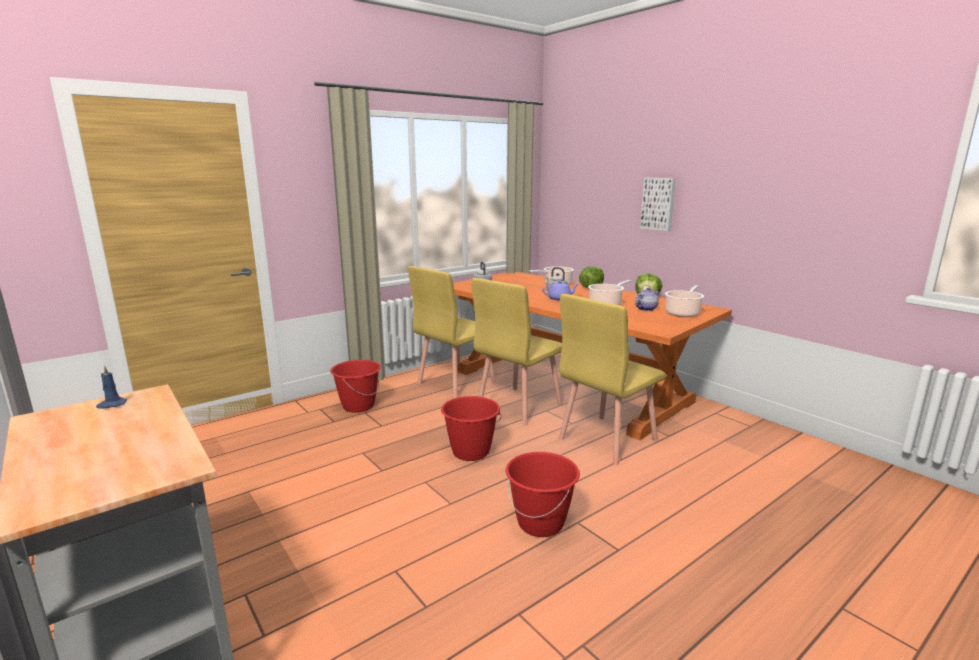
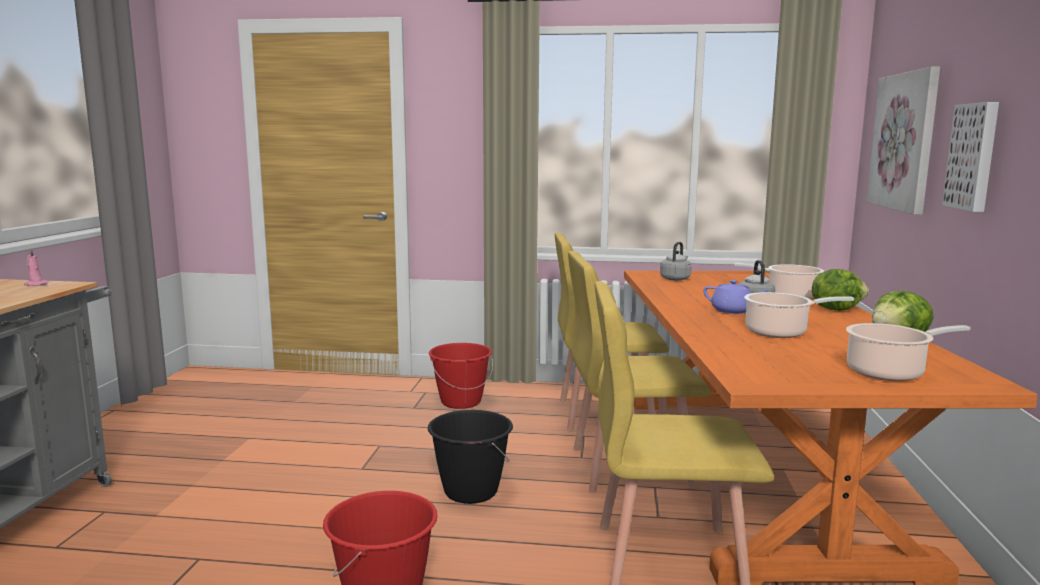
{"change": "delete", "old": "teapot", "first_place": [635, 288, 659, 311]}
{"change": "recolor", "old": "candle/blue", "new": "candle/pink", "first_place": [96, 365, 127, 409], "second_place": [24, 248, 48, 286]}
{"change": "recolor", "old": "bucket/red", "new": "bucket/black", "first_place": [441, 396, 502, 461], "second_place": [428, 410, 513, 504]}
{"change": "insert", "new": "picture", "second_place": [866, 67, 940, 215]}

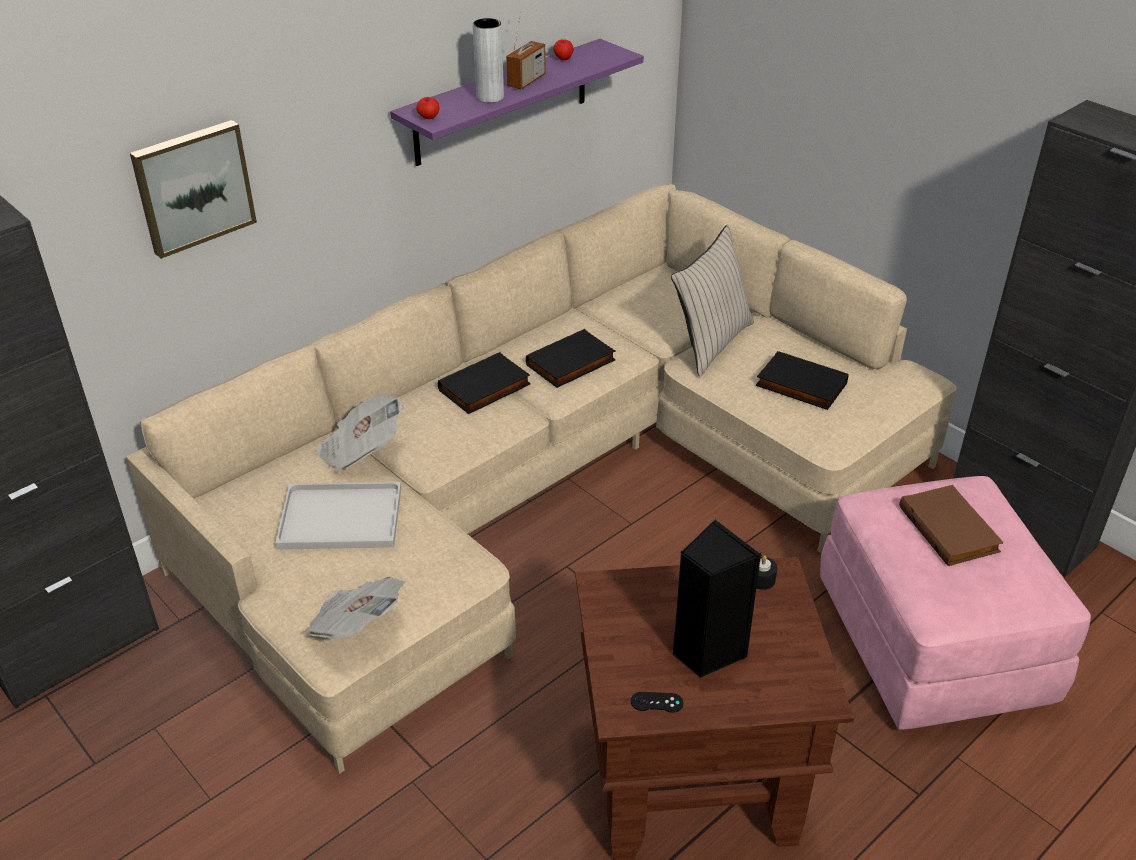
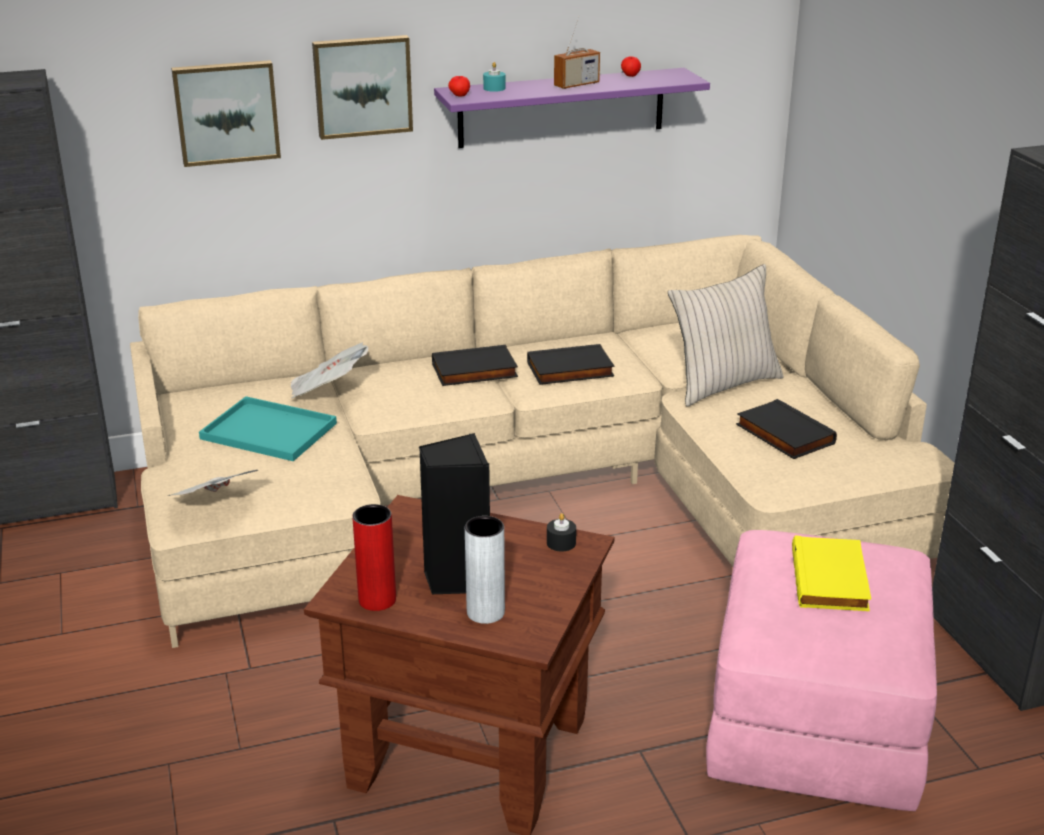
{"change": "move", "old": "vase/grey", "first_place": [473, 18, 504, 103], "second_place": [465, 516, 505, 624]}
{"change": "recolor", "old": "tray/white", "new": "tray/turquoise", "first_place": [275, 482, 401, 550], "second_place": [199, 396, 337, 461]}
{"change": "recolor", "old": "book/brown", "new": "book/yellow", "first_place": [899, 485, 1003, 566], "second_place": [792, 535, 871, 611]}
{"change": "replace", "old": "game controller/black", "new": "vase/red", "first_place": [631, 692, 683, 713], "second_place": [352, 504, 396, 611]}
{"change": "insert", "new": "picture", "second_place": [312, 35, 413, 140]}
{"change": "insert", "new": "candle/turquoise", "second_place": [483, 62, 505, 92]}

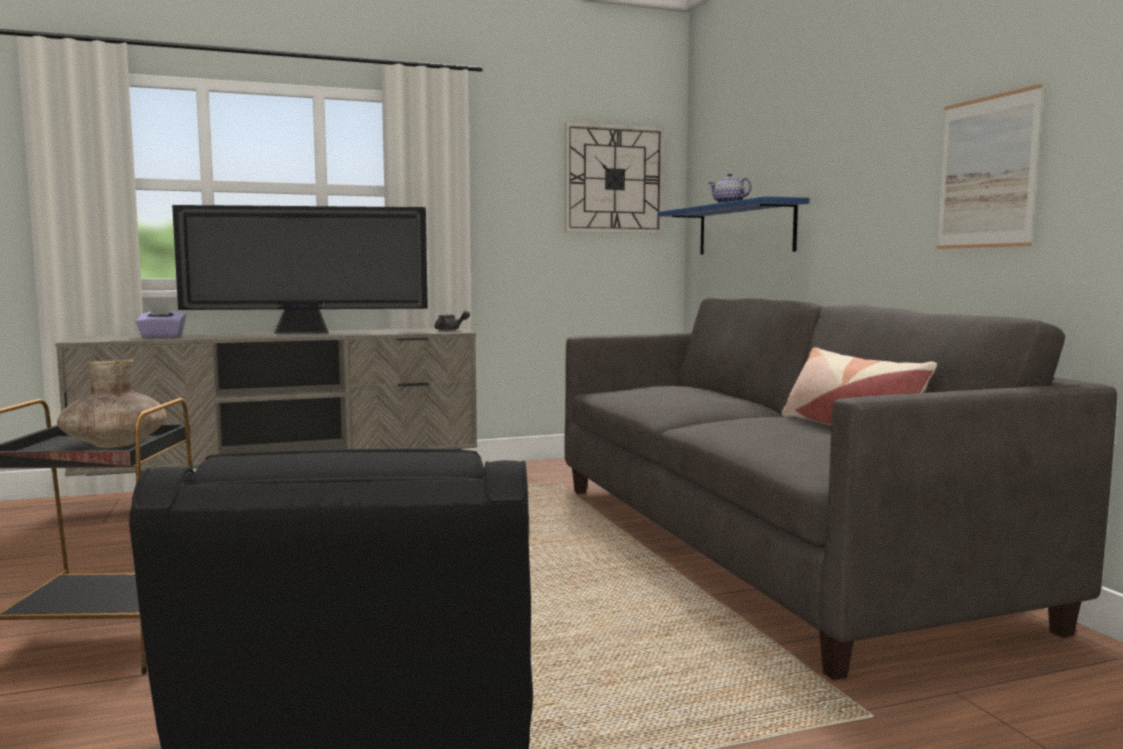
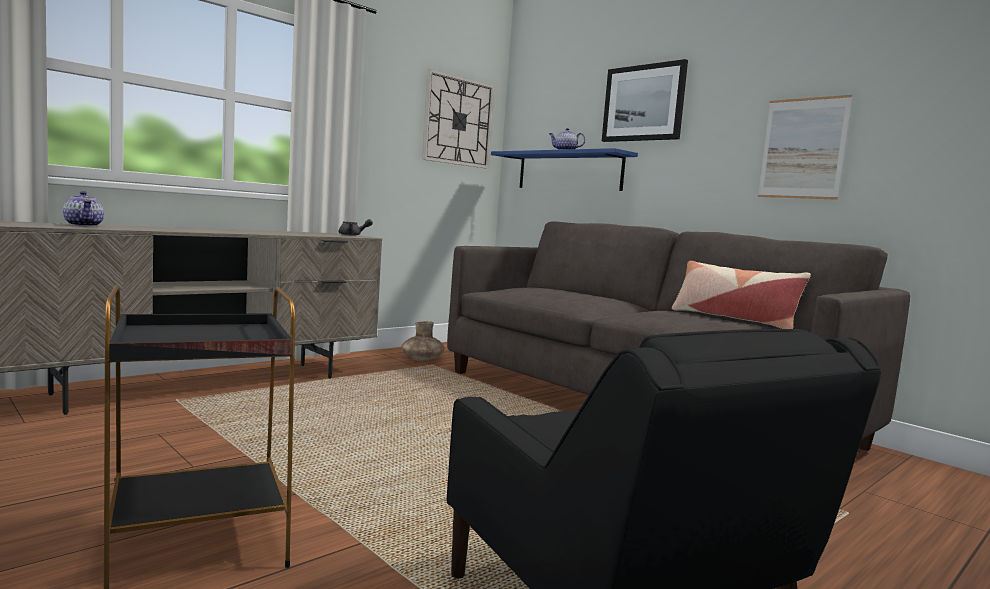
{"change": "delete", "old": "television", "first_place": [172, 205, 428, 334]}
{"change": "replace", "old": "tissue box/purple", "new": "teapot", "first_place": [136, 304, 186, 338], "second_place": [63, 191, 104, 227]}
{"change": "move", "old": "vase/brown", "first_place": [57, 360, 166, 448], "second_place": [401, 321, 445, 361]}
{"change": "insert", "new": "picture", "second_place": [602, 59, 688, 142]}

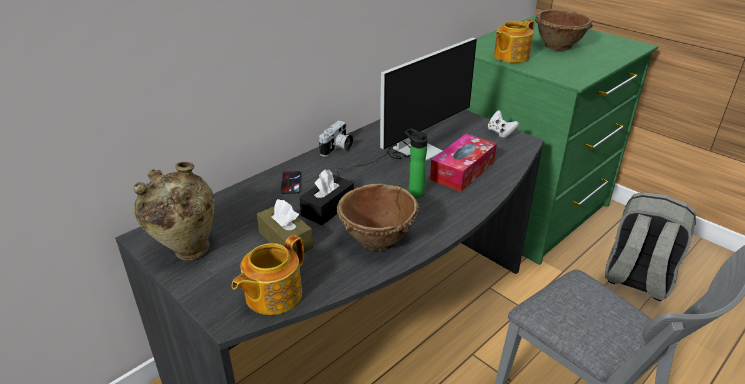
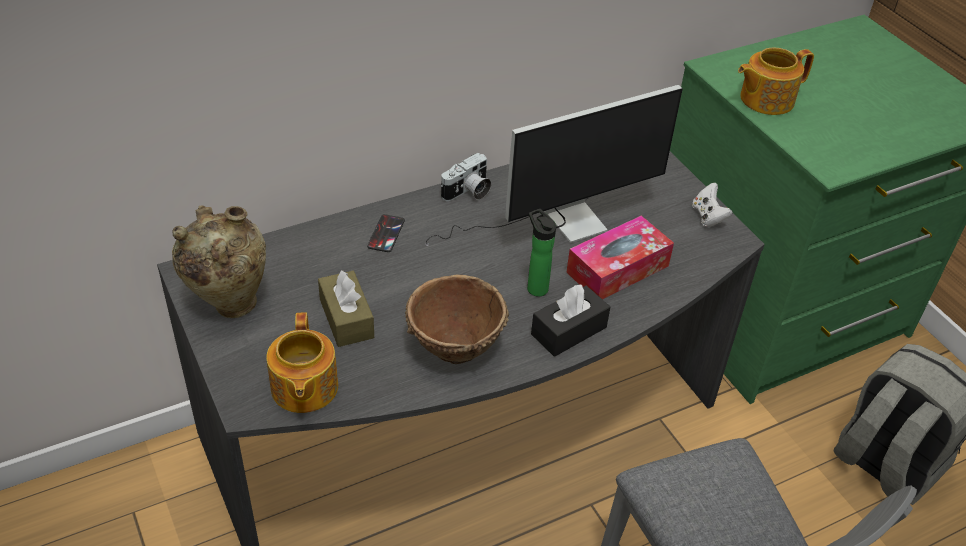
{"change": "delete", "old": "bowl/brown", "first_place": [535, 9, 593, 51]}
{"change": "move", "old": "tissue box/black", "first_place": [299, 170, 354, 225], "second_place": [531, 285, 610, 357]}
{"change": "rotate", "old": "teapot", "first_place": [232, 235, 304, 315], "second_place": [266, 312, 338, 413], "degrees": -60}

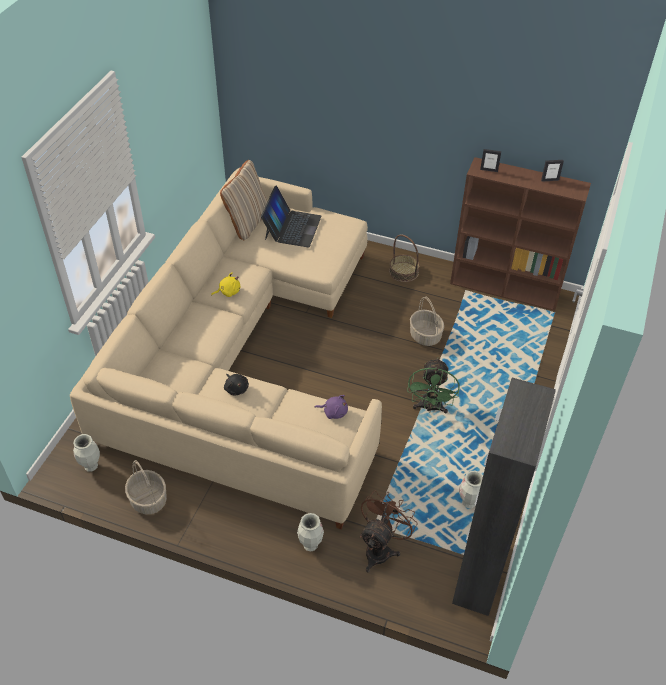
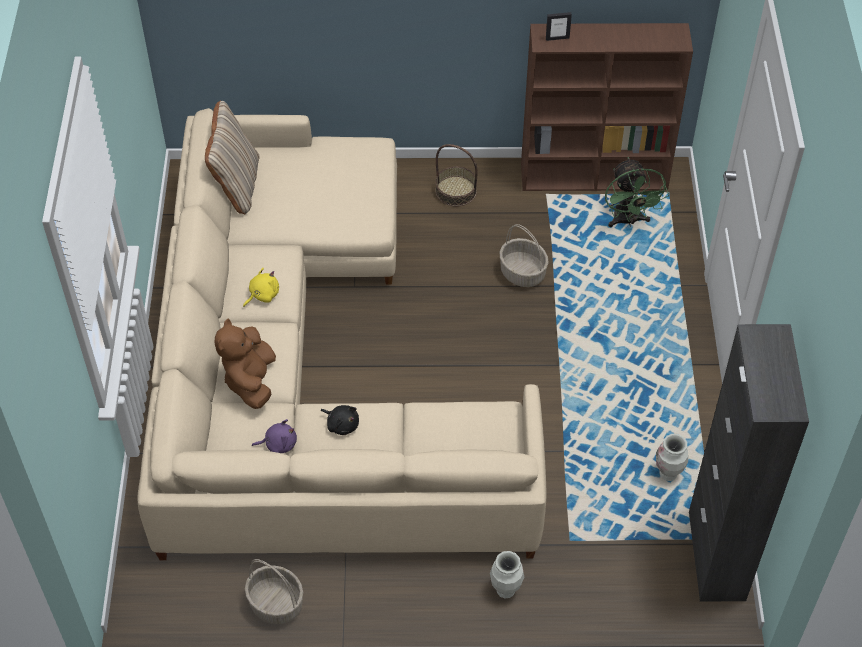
{"change": "delete", "old": "picture frame", "first_place": [541, 160, 564, 182]}
{"change": "delete", "old": "laptop", "first_place": [261, 185, 322, 248]}
{"change": "move", "old": "fan/green", "first_place": [407, 358, 460, 414], "second_place": [605, 157, 669, 227]}
{"change": "move", "old": "plush toy/purple", "first_place": [315, 395, 348, 419], "second_place": [252, 419, 297, 453]}
{"change": "delete", "old": "vase", "first_place": [73, 434, 100, 472]}
{"change": "delete", "old": "fan/brown", "first_place": [360, 490, 418, 572]}
{"change": "insert", "new": "plush toy/brown", "second_place": [214, 318, 276, 409]}

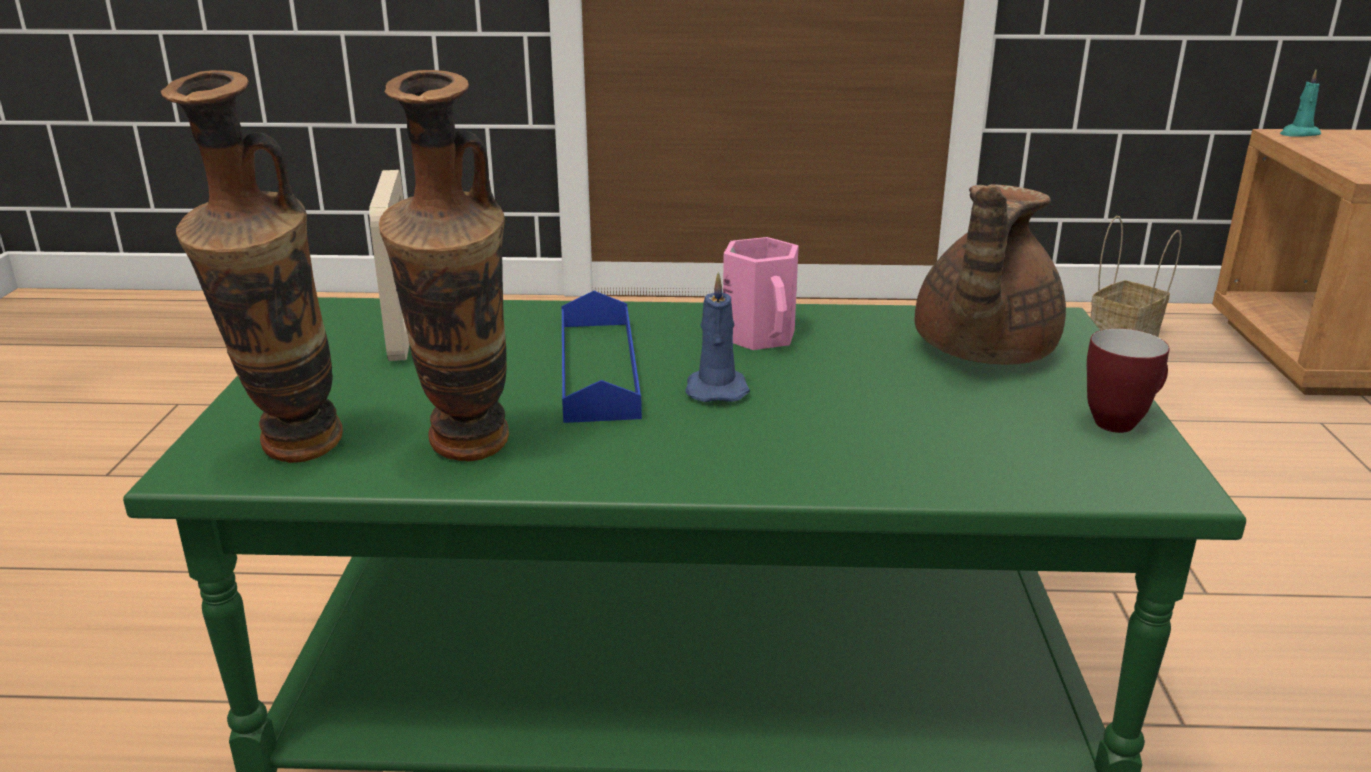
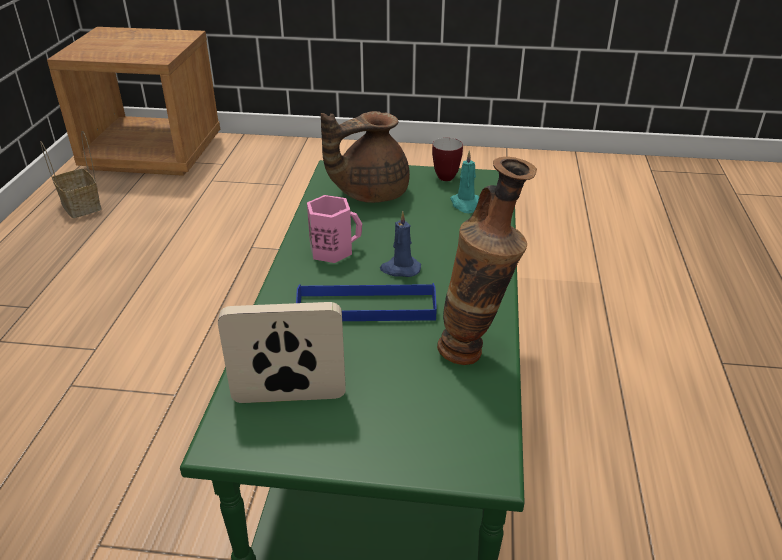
{"change": "delete", "old": "vase", "first_place": [161, 70, 343, 463]}
{"change": "move", "old": "candle/turquoise", "first_place": [1280, 70, 1321, 136], "second_place": [450, 150, 479, 213]}
{"change": "rotate", "old": "teapot/brown", "first_place": [915, 184, 1066, 365], "second_place": [321, 111, 410, 203], "degrees": 120}

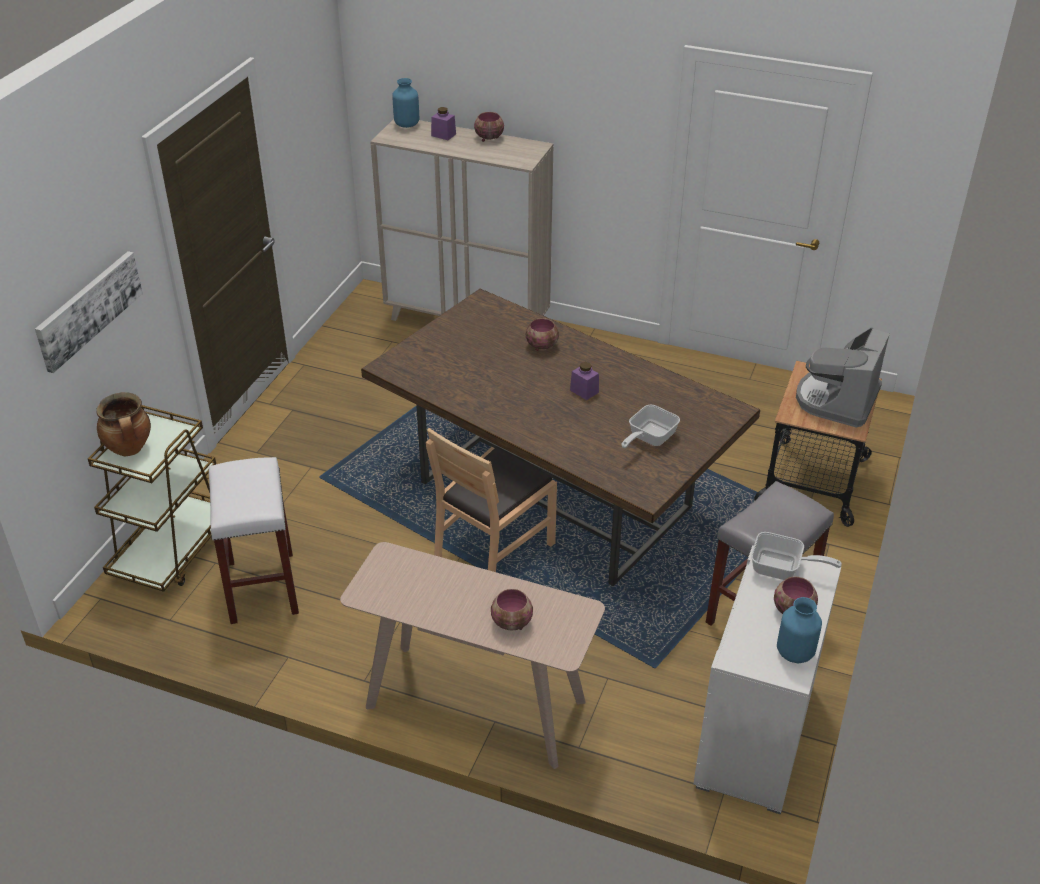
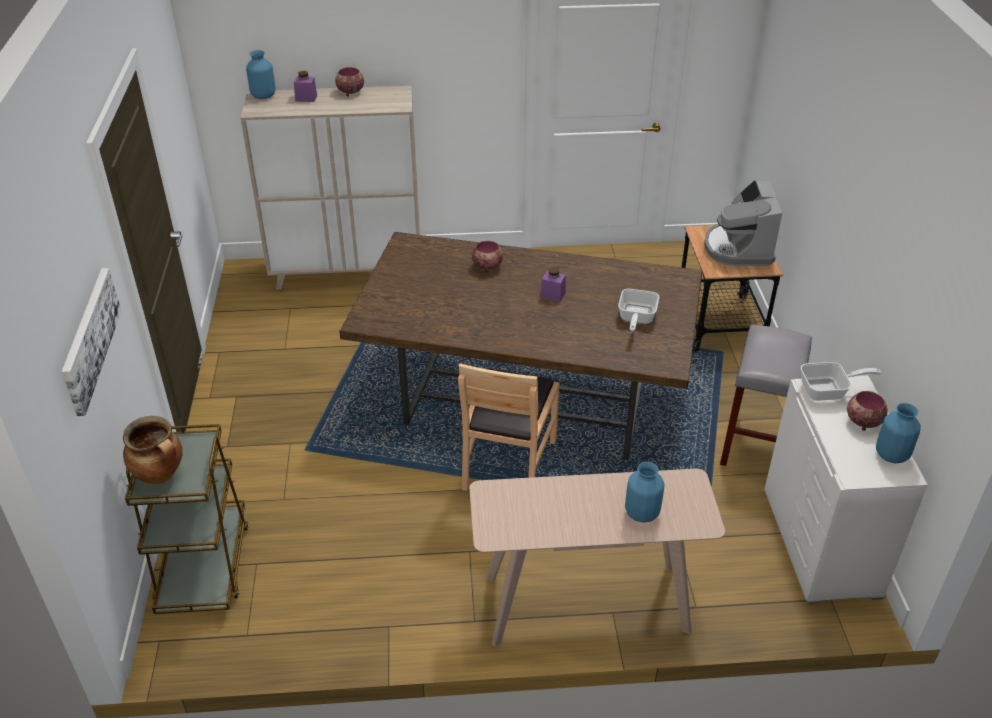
{"change": "delete", "old": "stool/white", "first_place": [209, 457, 299, 624]}
{"change": "replace", "old": "bowl", "new": "vase/blue", "first_place": [491, 589, 533, 631], "second_place": [625, 462, 664, 523]}

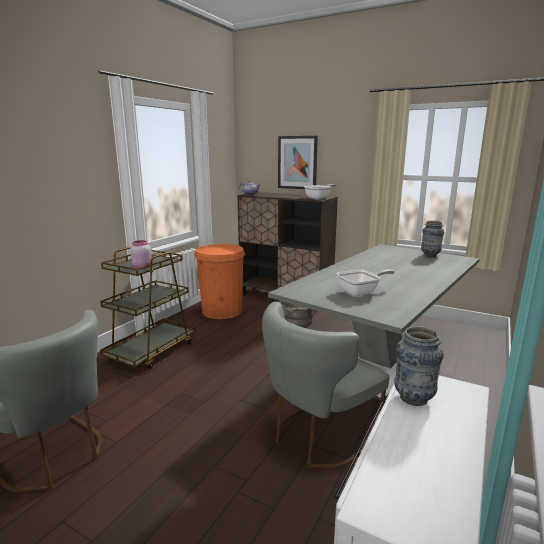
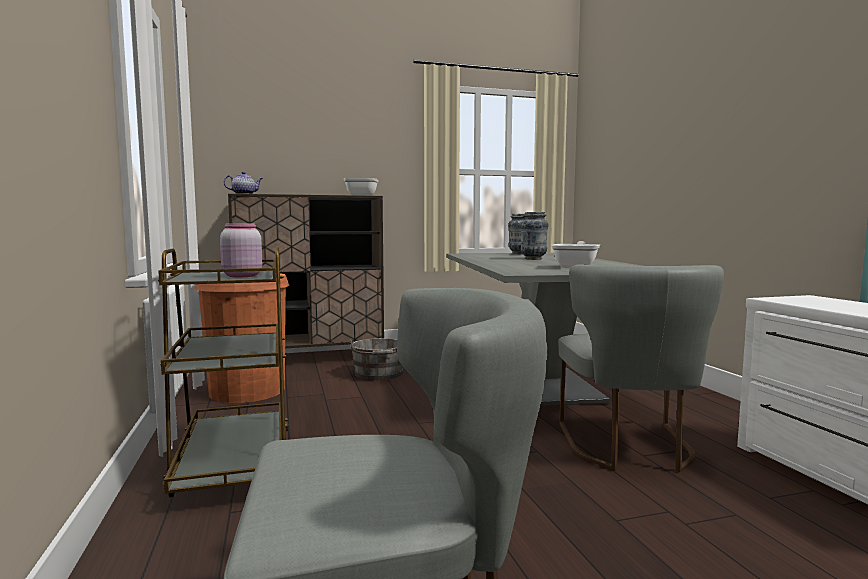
{"change": "delete", "old": "picture", "first_place": [278, 136, 318, 189]}
{"change": "move", "old": "vase", "first_place": [394, 326, 444, 406], "second_place": [520, 212, 549, 260]}

